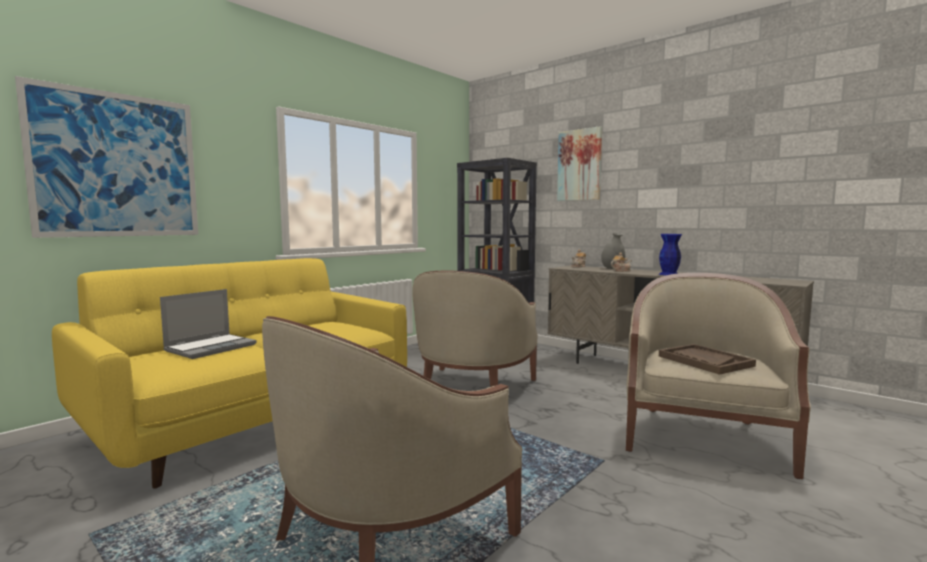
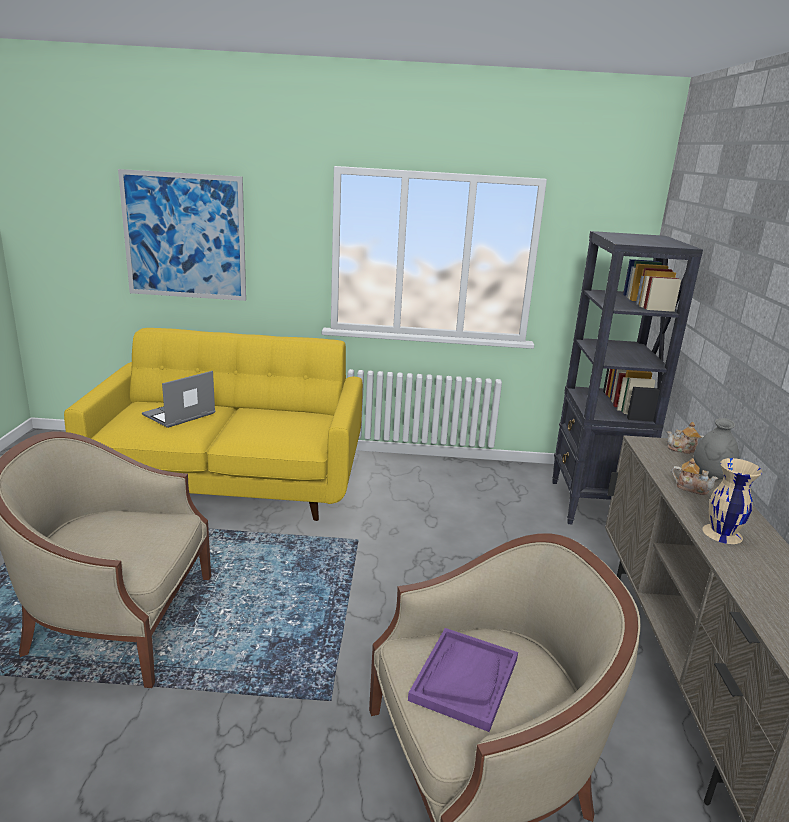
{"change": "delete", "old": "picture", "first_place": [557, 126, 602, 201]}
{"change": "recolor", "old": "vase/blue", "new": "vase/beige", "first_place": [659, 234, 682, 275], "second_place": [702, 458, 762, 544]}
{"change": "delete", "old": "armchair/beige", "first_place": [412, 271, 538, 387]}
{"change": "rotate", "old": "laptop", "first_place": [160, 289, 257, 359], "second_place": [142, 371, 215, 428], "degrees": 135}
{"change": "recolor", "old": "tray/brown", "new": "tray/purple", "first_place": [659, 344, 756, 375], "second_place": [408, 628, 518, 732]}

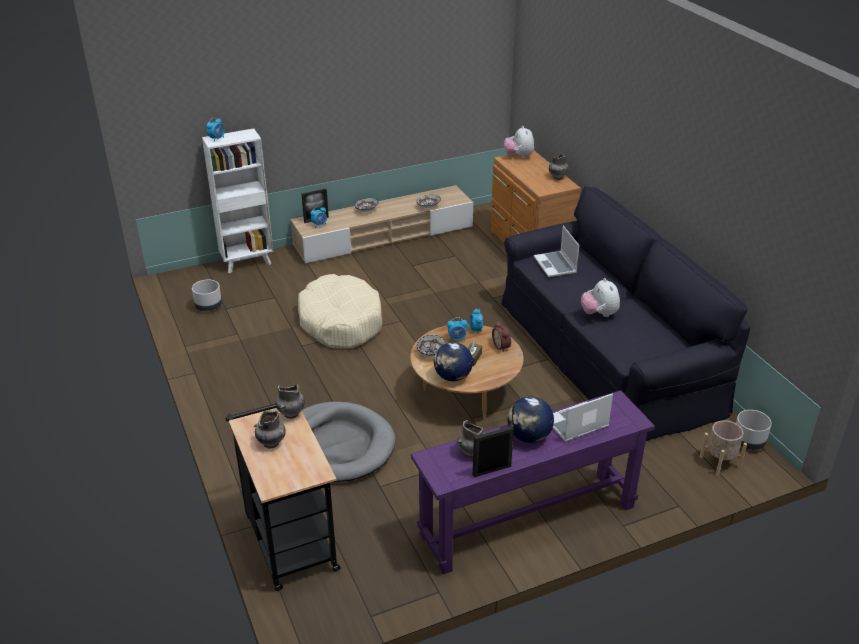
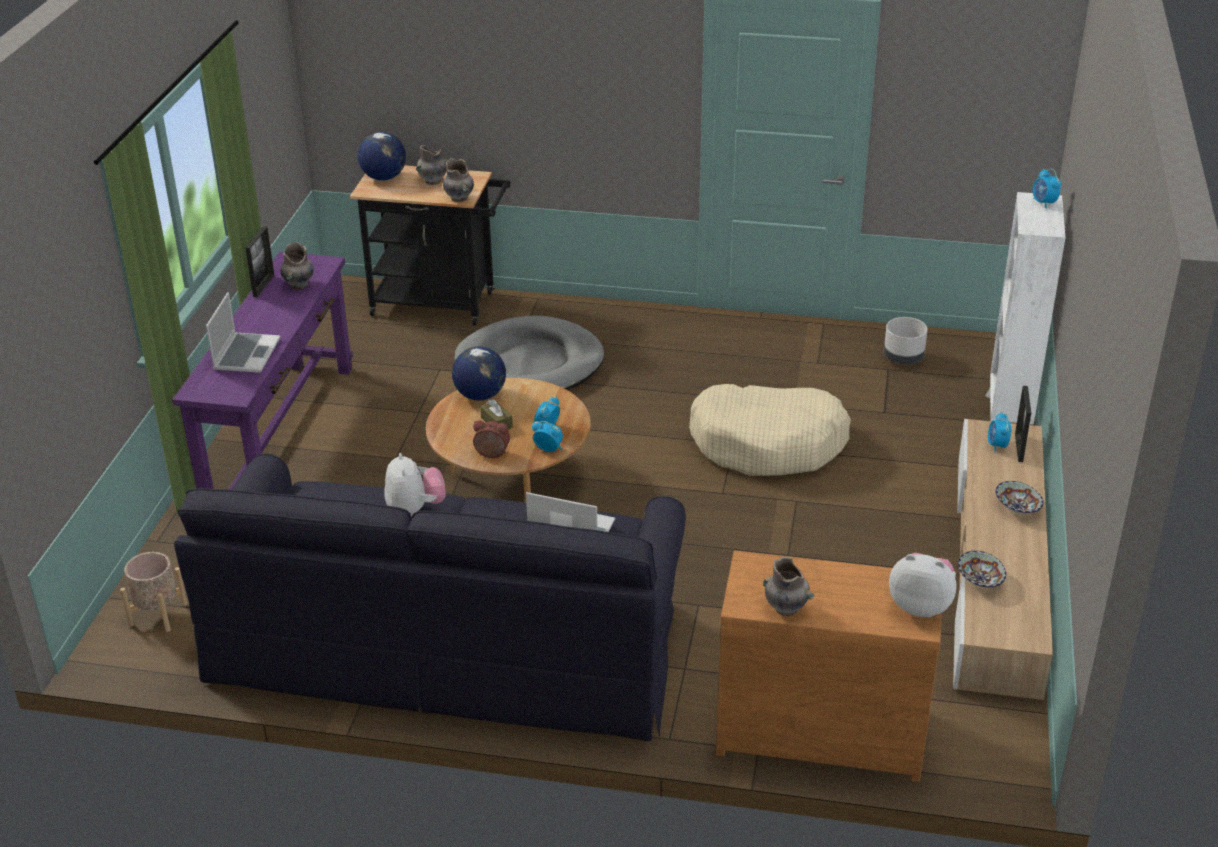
{"change": "rotate", "old": "plush toy", "first_place": [581, 278, 620, 317], "second_place": [384, 453, 446, 516], "degrees": 60}
{"change": "delete", "old": "bowl", "first_place": [417, 335, 445, 356]}
{"change": "move", "old": "globe", "first_place": [508, 396, 554, 443], "second_place": [358, 132, 406, 181]}
{"change": "delete", "old": "planter/grey", "first_place": [736, 410, 772, 450]}

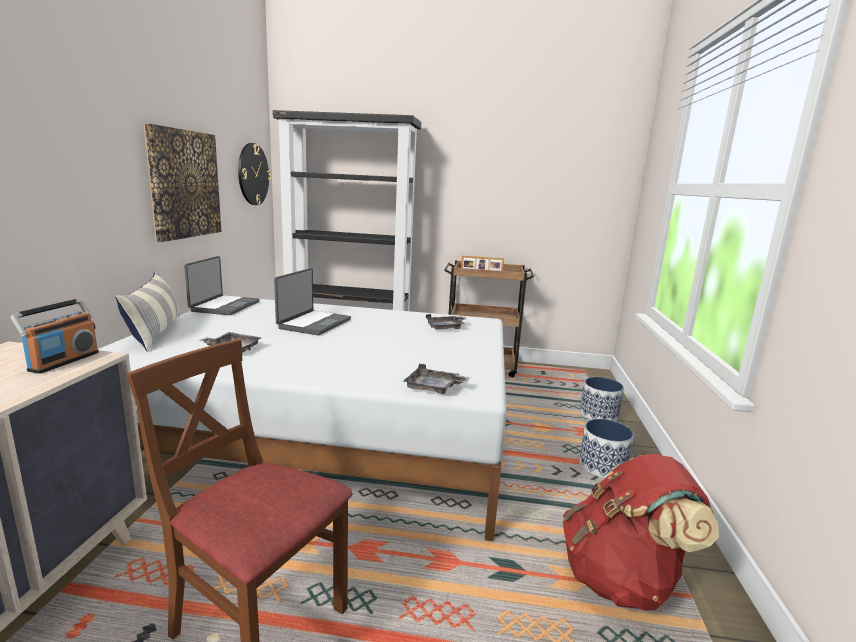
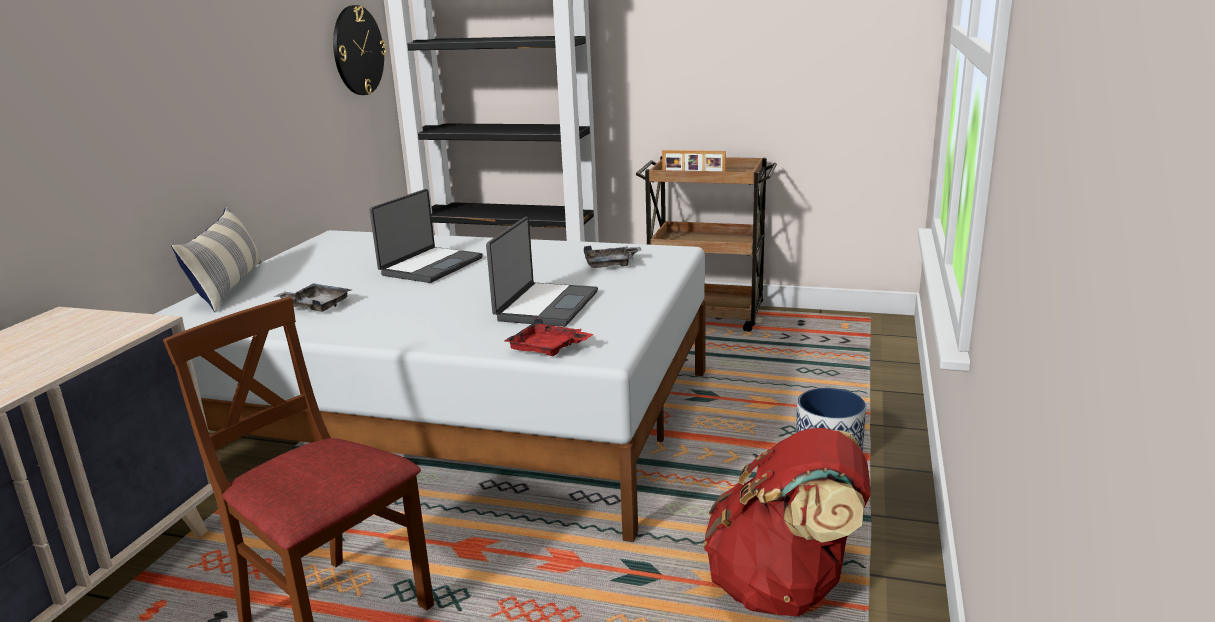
{"change": "delete", "old": "picture", "first_place": [144, 123, 222, 242]}
{"change": "move", "old": "laptop", "first_place": [184, 256, 260, 315], "second_place": [486, 217, 598, 327]}
{"change": "delete", "old": "radio", "first_place": [10, 298, 99, 374]}
{"change": "recolor", "old": "tray/grey", "new": "tray/red", "first_place": [403, 364, 470, 394], "second_place": [504, 318, 593, 356]}
{"change": "delete", "old": "planter", "first_place": [580, 377, 624, 421]}

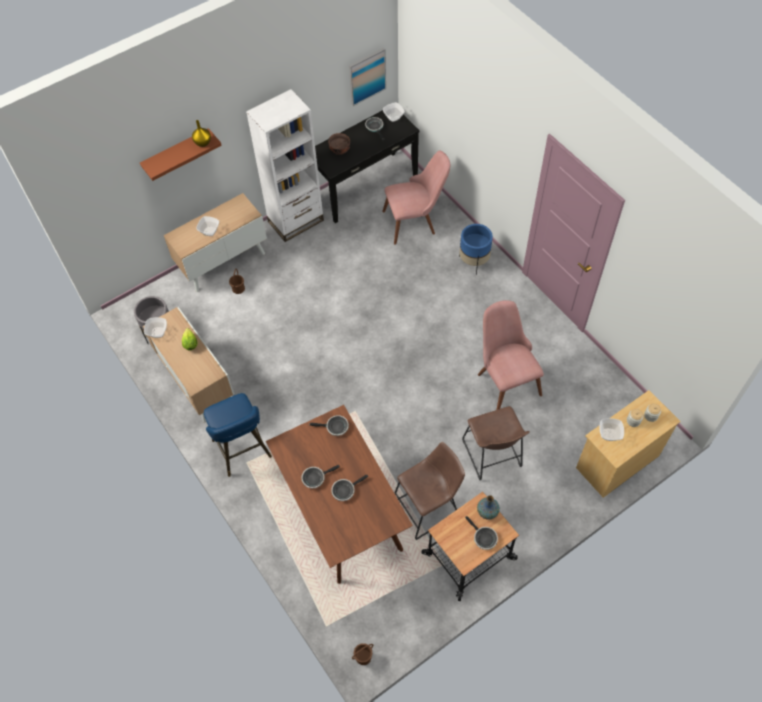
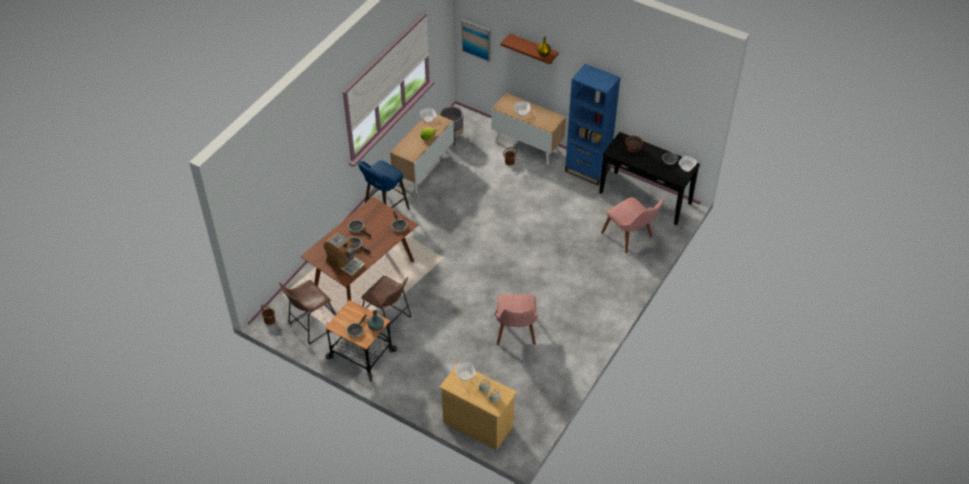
{"change": "move", "old": "picture", "first_place": [349, 48, 386, 106], "second_place": [461, 19, 490, 62]}
{"change": "recolor", "old": "bookcase/white", "new": "bookcase/blue", "first_place": [246, 89, 324, 242], "second_place": [565, 64, 621, 185]}
{"change": "delete", "old": "planter/blue", "first_place": [459, 224, 493, 275]}
{"change": "rotate", "old": "chair/pink", "first_place": [478, 300, 544, 410], "second_place": [495, 294, 538, 345], "degrees": 135}
{"change": "move", "old": "stool/brown", "first_place": [462, 406, 530, 480], "second_place": [279, 280, 336, 344]}
{"change": "insert", "new": "coffee machine", "second_place": [323, 232, 365, 278]}

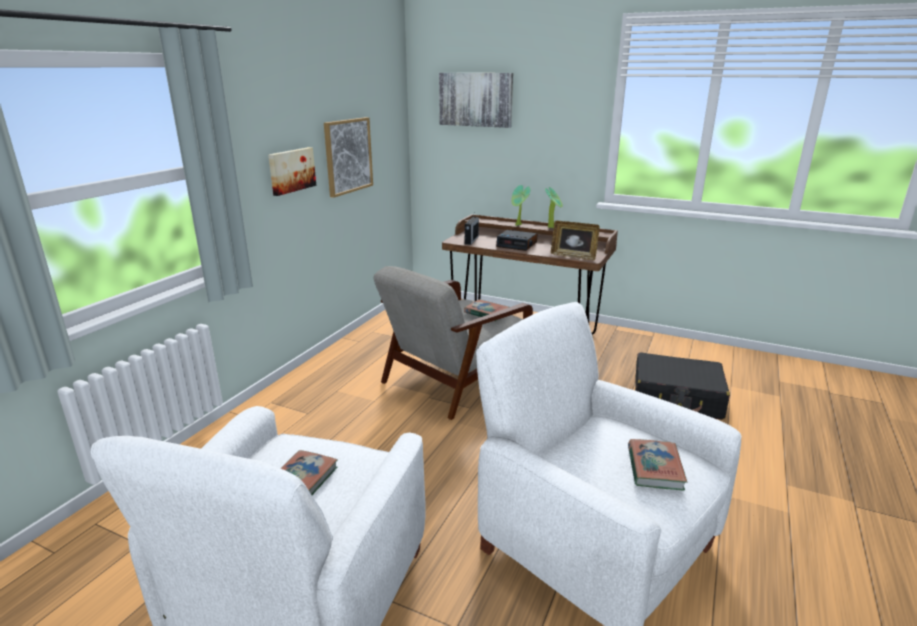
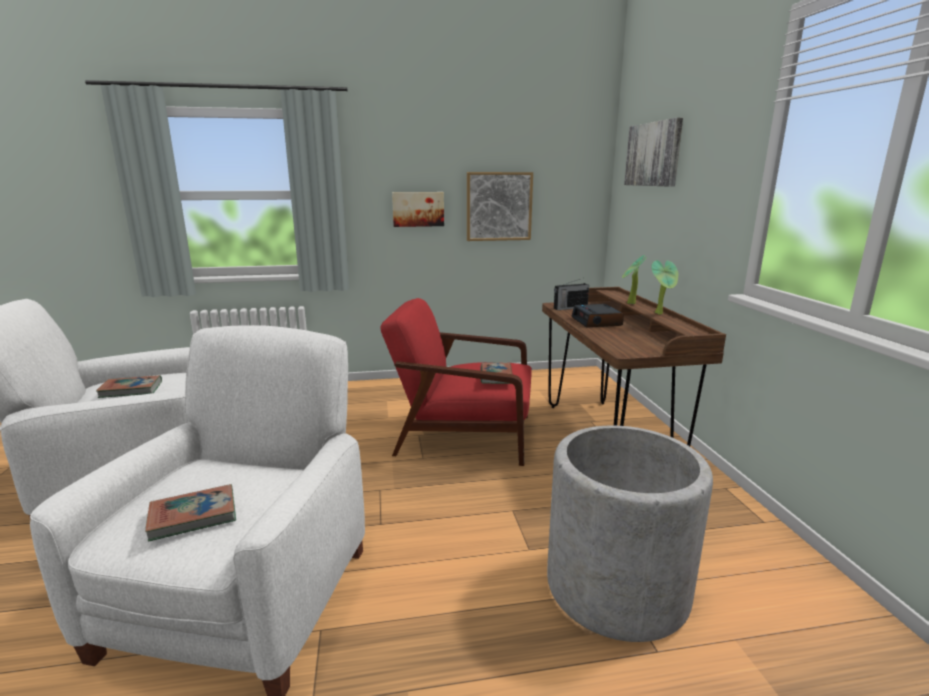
{"change": "delete", "old": "picture frame", "first_place": [551, 221, 600, 260]}
{"change": "recolor", "old": "armchair/grey", "new": "armchair/red", "first_place": [374, 266, 533, 420], "second_place": [380, 298, 532, 466]}
{"change": "replace", "old": "suitcase/black", "new": "planter/grey", "first_place": [635, 352, 730, 420], "second_place": [547, 426, 713, 642]}

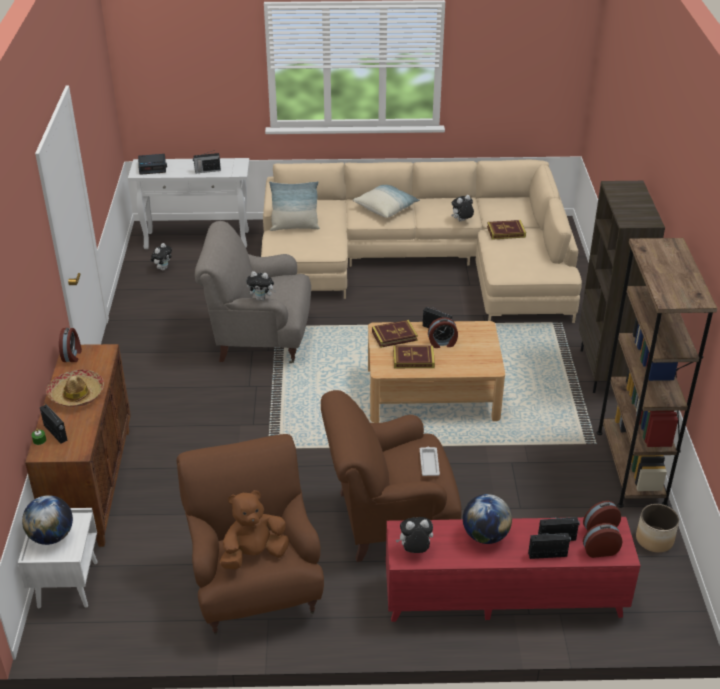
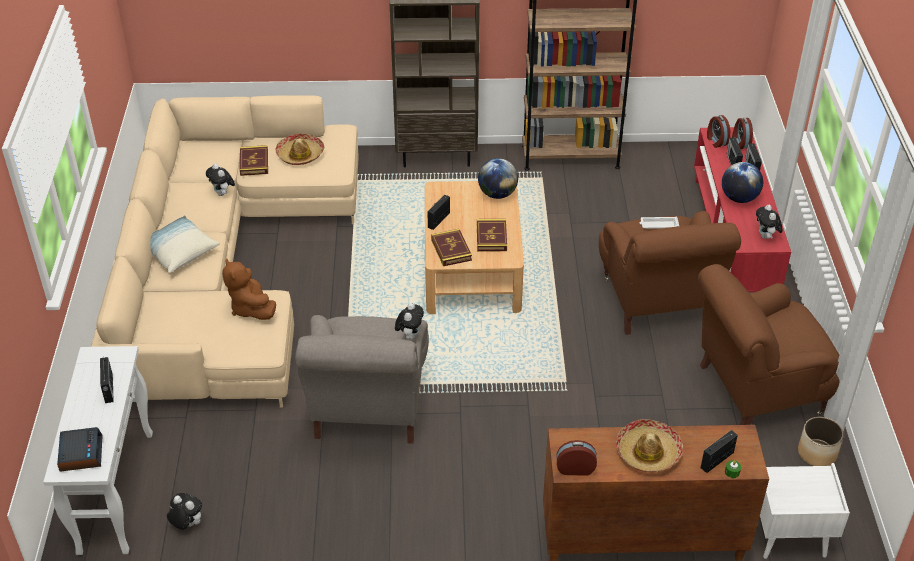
{"change": "delete", "old": "pillow", "first_place": [269, 181, 320, 231]}
{"change": "delete", "old": "alarm clock", "first_place": [428, 317, 458, 348]}
{"change": "move", "old": "plush toy/brown", "first_place": [220, 490, 289, 569], "second_place": [222, 258, 276, 320]}
{"change": "move", "old": "globe", "first_place": [22, 495, 73, 545], "second_place": [478, 158, 518, 199]}
{"change": "move", "old": "planter", "first_place": [636, 504, 679, 553], "second_place": [798, 417, 844, 466]}
{"change": "insert", "new": "hat", "second_place": [275, 133, 324, 165]}

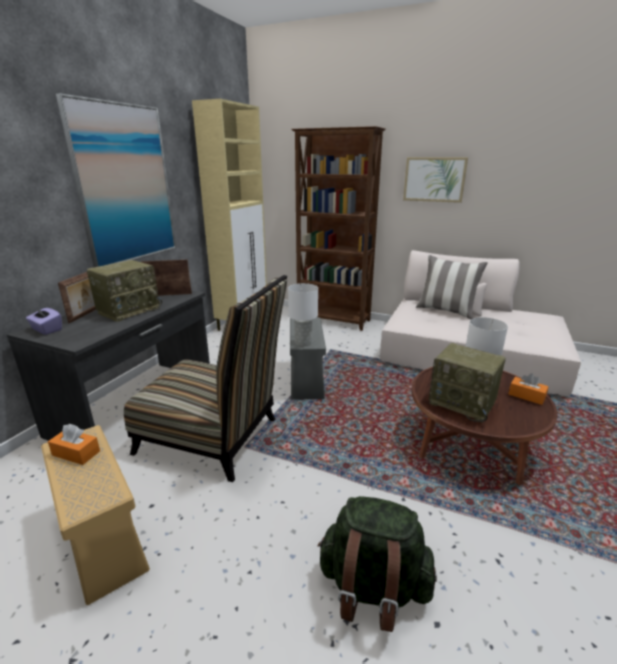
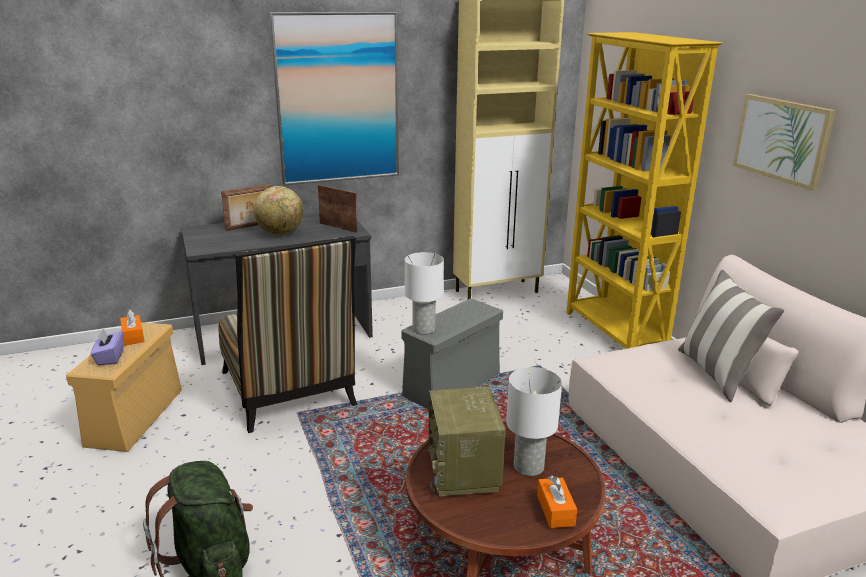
{"change": "recolor", "old": "bookcase/brown", "new": "bookcase/yellow", "first_place": [291, 126, 386, 331], "second_place": [566, 32, 722, 349]}
{"change": "replace", "old": "radio", "new": "globe", "first_place": [87, 260, 162, 322], "second_place": [254, 186, 303, 235]}
{"change": "move", "old": "tissue box/purple", "first_place": [26, 306, 62, 335], "second_place": [91, 328, 124, 365]}

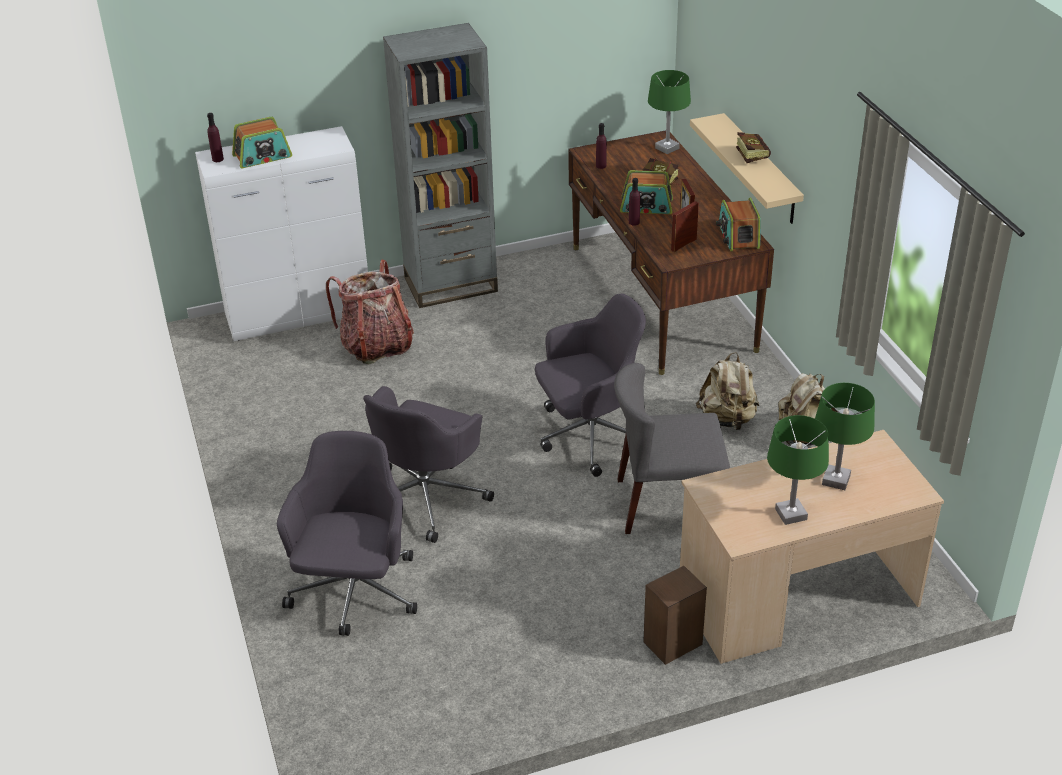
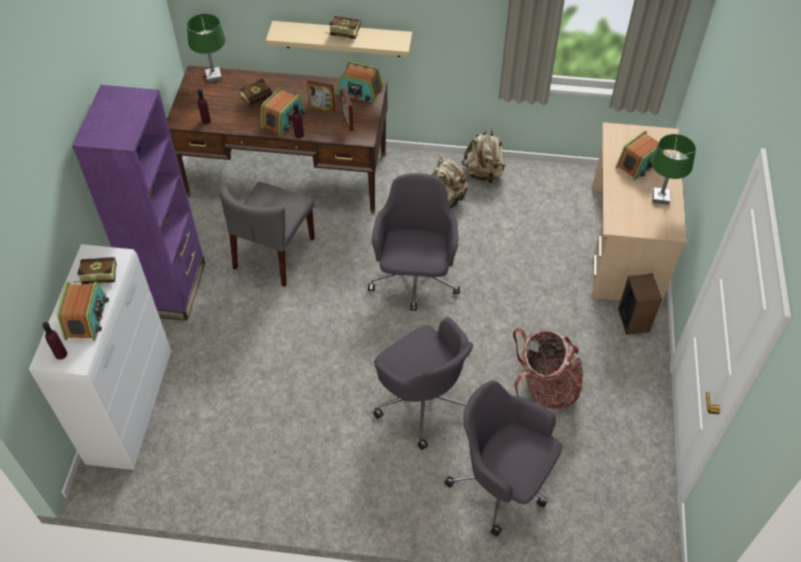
{"change": "recolor", "old": "bookcase/grey", "new": "bookcase/purple", "first_place": [383, 23, 498, 308], "second_place": [72, 85, 205, 321]}
{"change": "move", "old": "backpack", "first_place": [326, 260, 414, 364], "second_place": [513, 328, 583, 409]}
{"change": "move", "old": "chair/grey", "first_place": [614, 363, 730, 534], "second_place": [219, 182, 315, 287]}
{"change": "replace", "old": "table lamp/green", "new": "radio", "first_place": [815, 383, 875, 490], "second_place": [616, 131, 664, 180]}
{"change": "insert", "new": "book", "second_place": [74, 257, 117, 284]}

